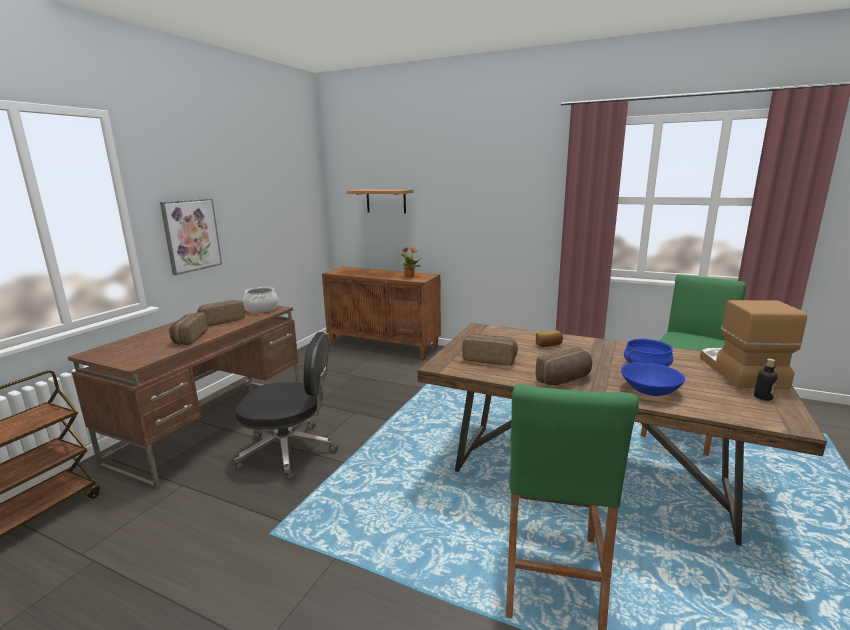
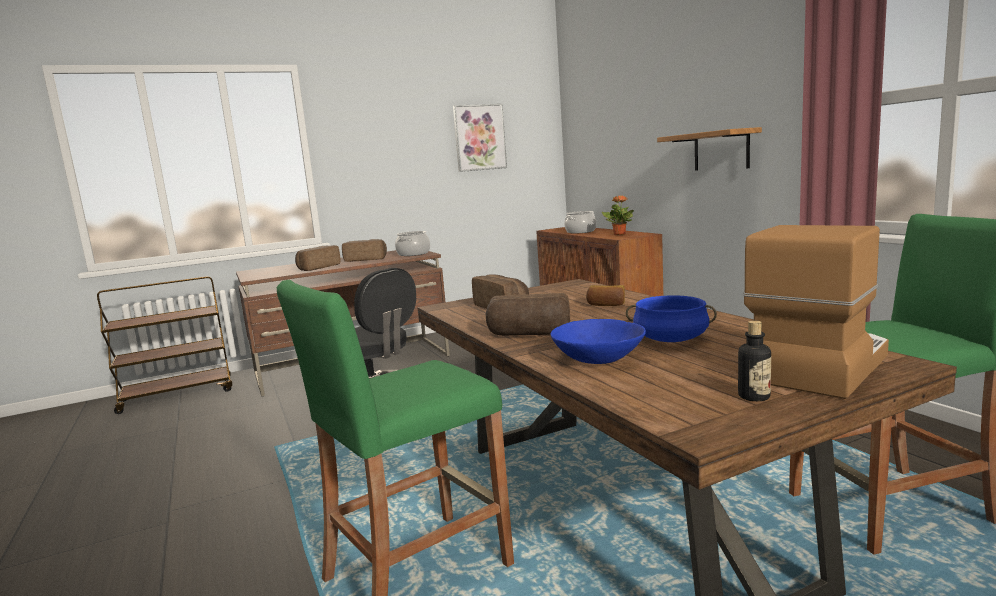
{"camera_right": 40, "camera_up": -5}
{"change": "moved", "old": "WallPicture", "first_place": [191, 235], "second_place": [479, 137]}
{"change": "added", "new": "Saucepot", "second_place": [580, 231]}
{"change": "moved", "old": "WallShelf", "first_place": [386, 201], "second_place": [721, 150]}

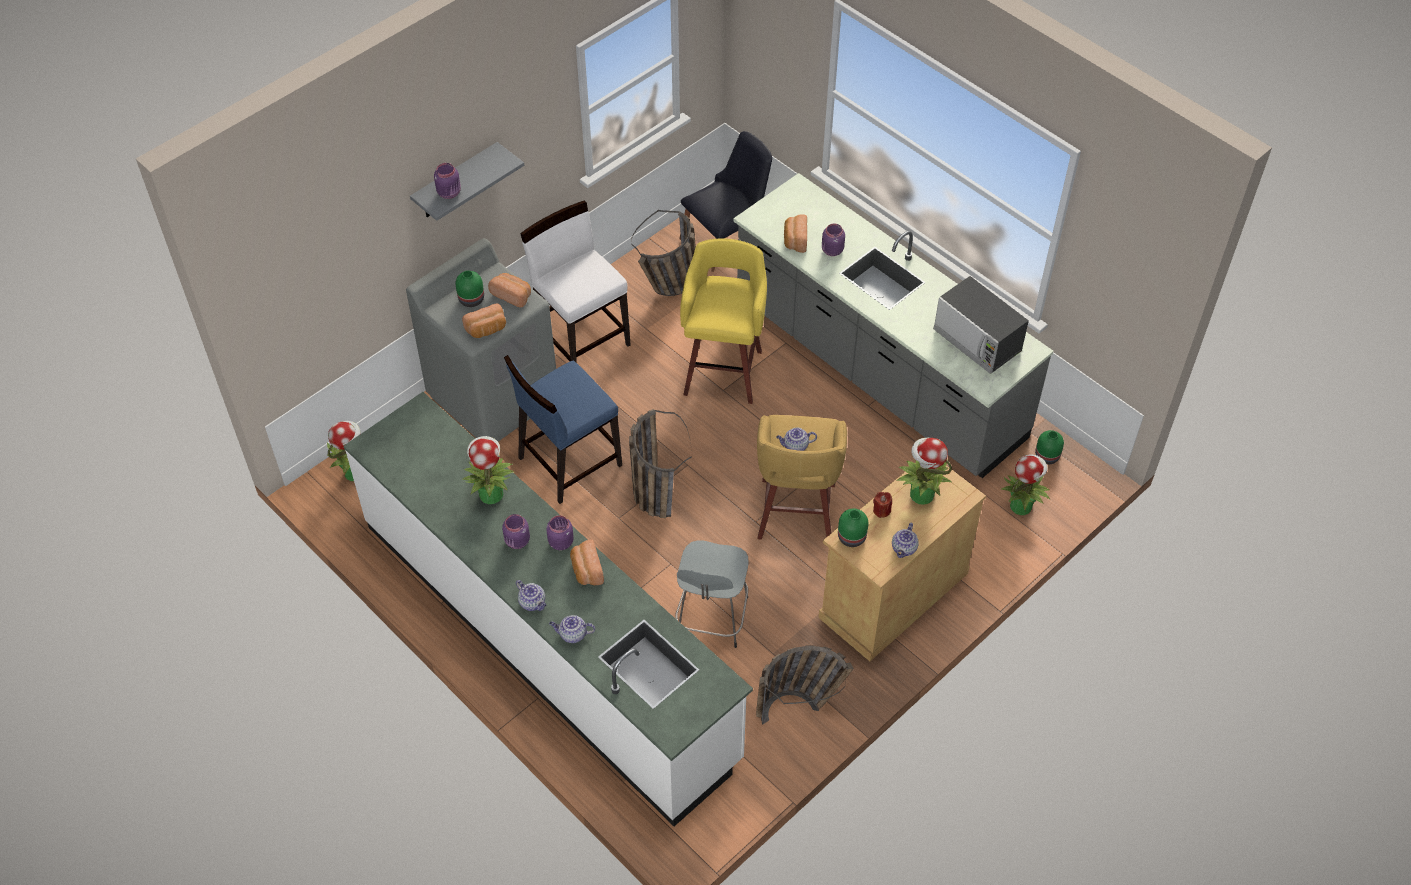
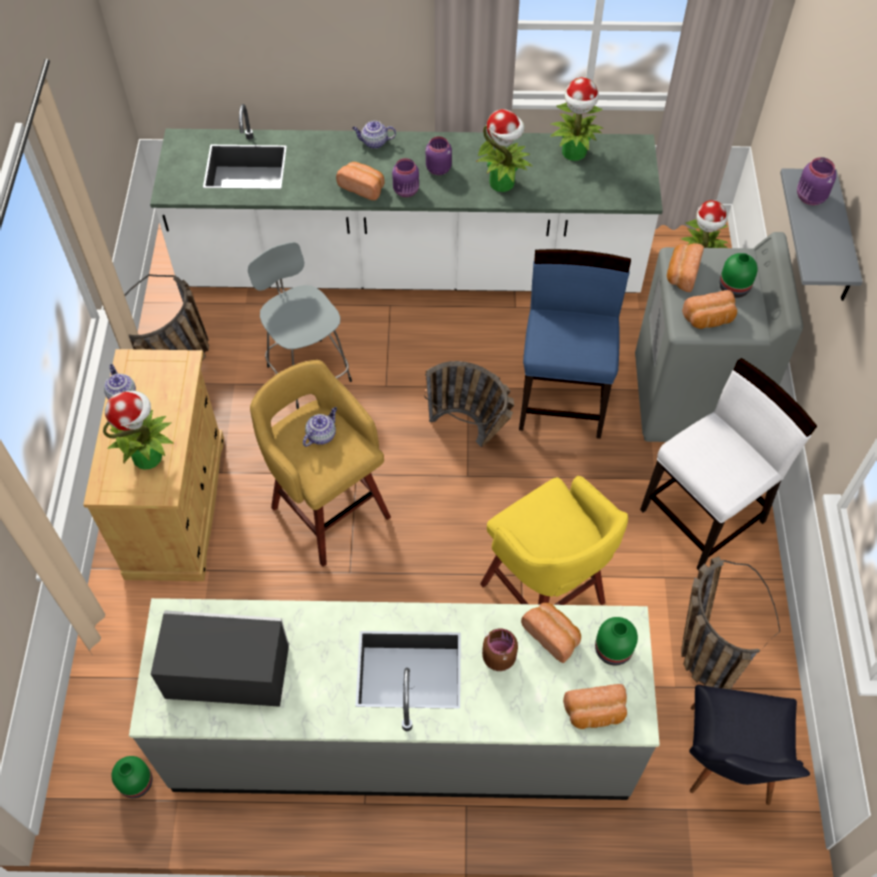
{"camera_right": 135, "camera_up": 5}
{"change": "recoloured", "old": "PurplePreserveJar", "new": "BrownColouredPreserveJar", "first_place": [831, 251], "second_place": [499, 657]}
{"change": "moved", "old": "PlantInAPot", "first_place": [1021, 505], "second_place": [574, 152]}
{"change": "added", "new": "BakedBread", "second_place": [595, 713]}
{"change": "moved", "old": "GreenDecorativeVase", "first_place": [852, 538], "second_place": [612, 649]}
{"change": "turned", "old": "WhiteColouredChair", "first_place": [582, 337], "second_place": [704, 515], "degrees": -45}
{"change": "removed", "old": "TeaPot", "first_place": [572, 635]}
{"change": "removed", "old": "RedColouredWaxCandle", "first_place": [881, 510]}

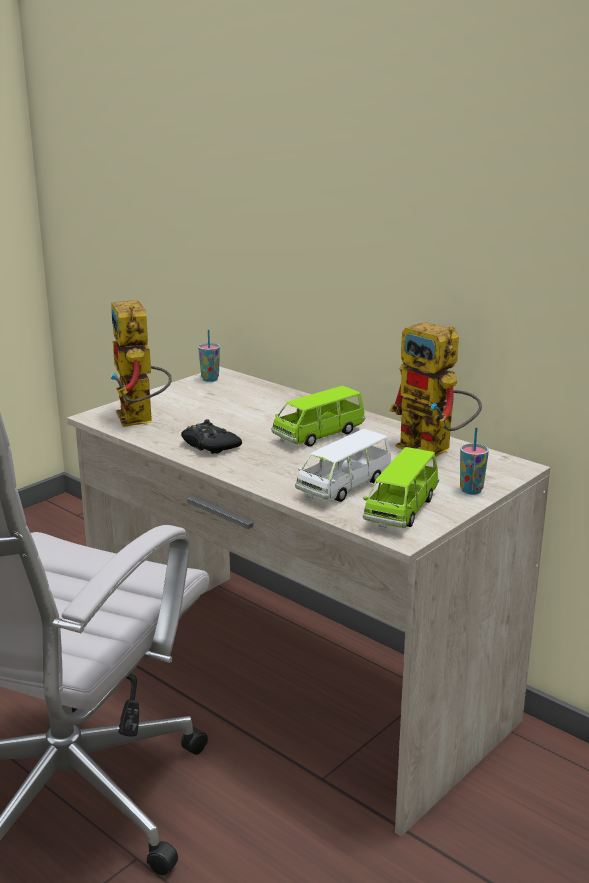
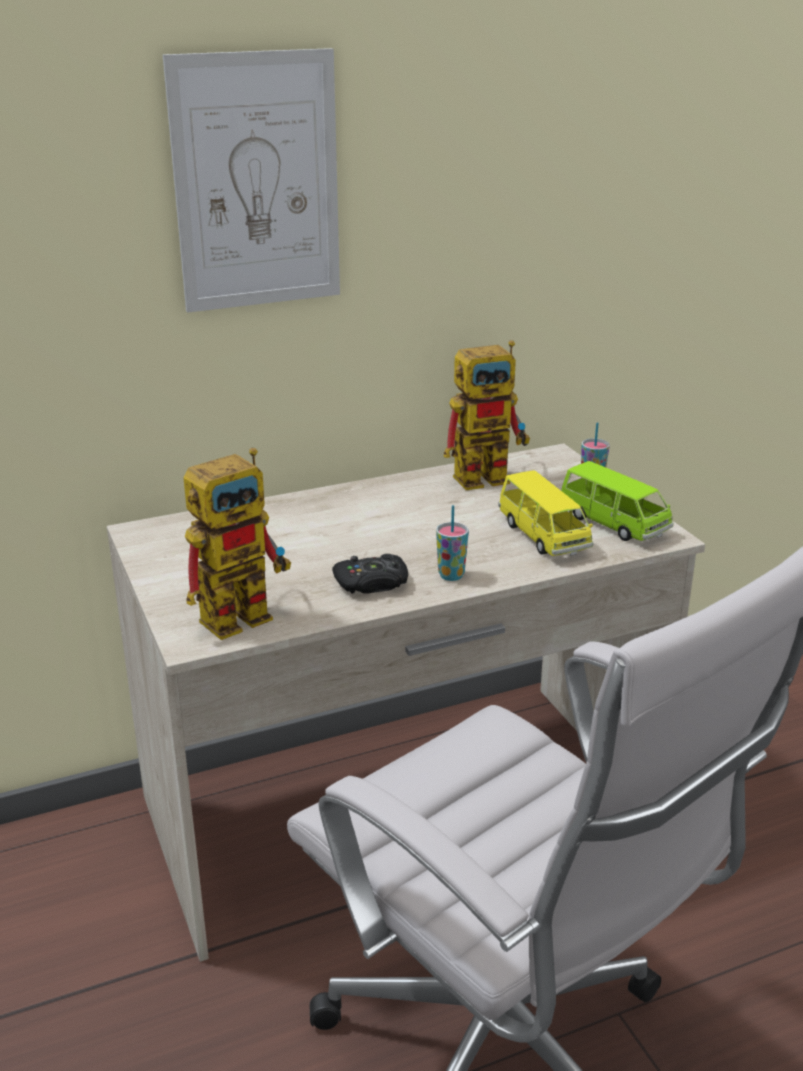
{"camera_right": -65, "camera_up": 5}
{"change": "added", "new": "WallPicture", "second_place": [257, 183]}
{"change": "turned", "old": "ToyRobot", "first_place": [141, 421], "second_place": [245, 612], "degrees": -45}
{"change": "moved", "old": "SmallCup", "first_place": [210, 379], "second_place": [451, 575]}
{"change": "recoloured", "old": "WhiteColouredToyCar", "new": "YellowishToyCar", "first_place": [344, 486], "second_place": [543, 536]}
{"change": "removed", "old": "GreenToyCar", "first_place": [318, 435]}

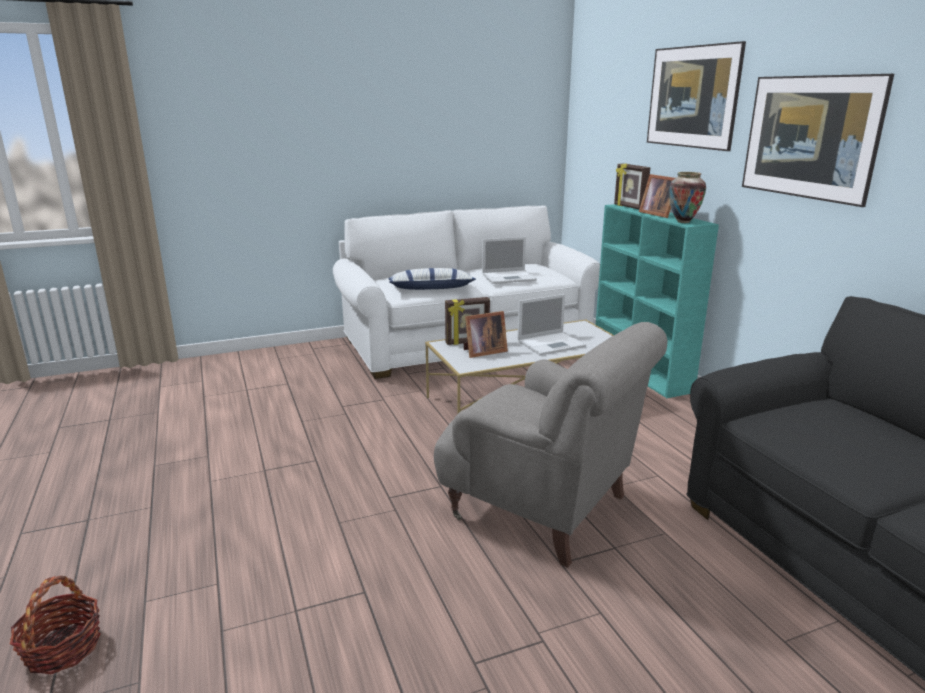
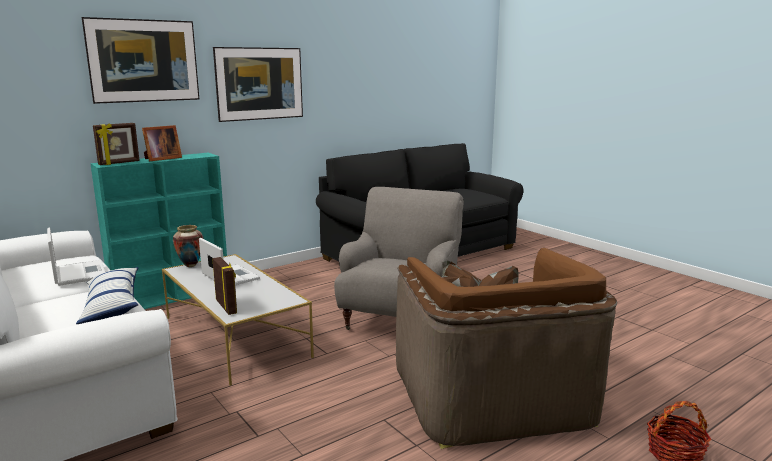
{"camera_right": -105, "camera_up": -5}
{"change": "moved", "old": "DecorativeVase", "first_place": [683, 222], "second_place": [190, 265]}
{"change": "added", "new": "BrownColouredArmchair", "second_place": [492, 396]}
{"change": "removed", "old": "PictureFrame", "first_place": [483, 352]}

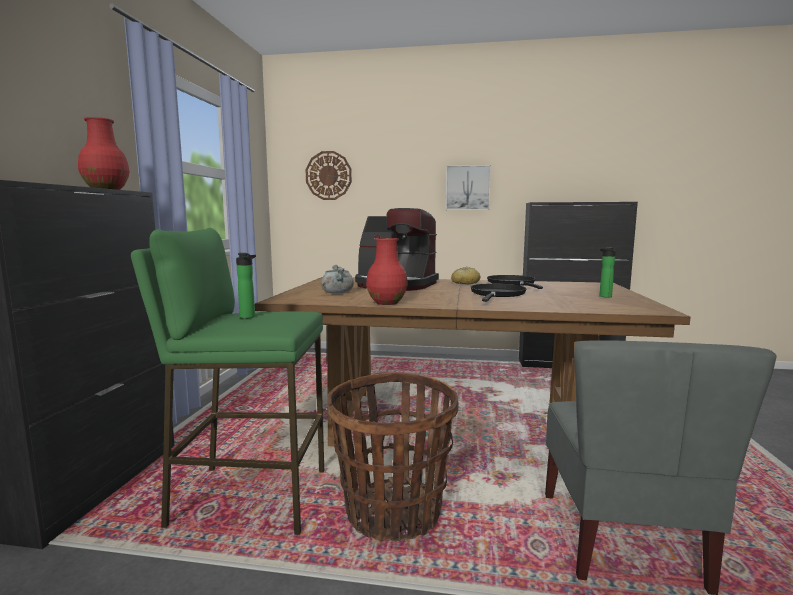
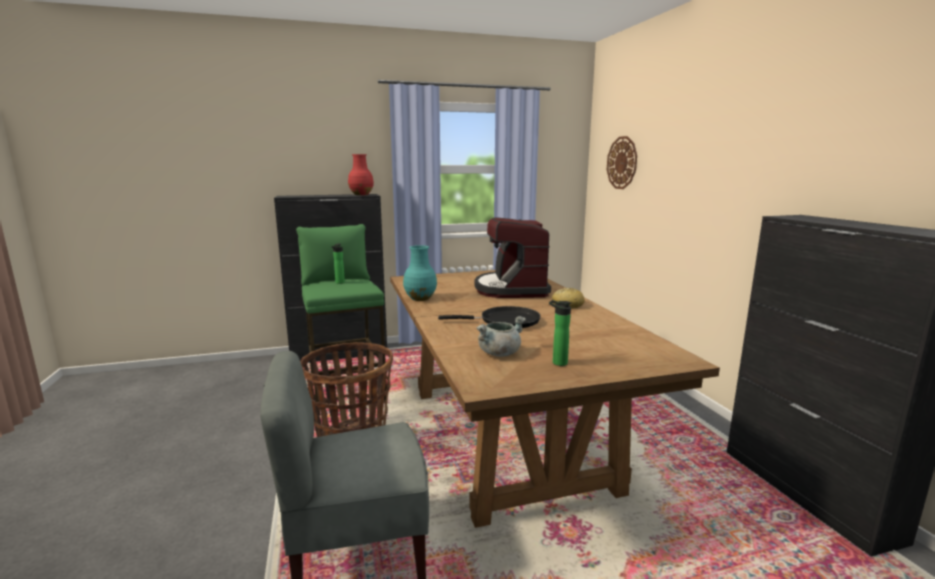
{"camera_right": 65, "camera_up": 5}
{"change": "recoloured", "old": "RedColouredDecorativeVase", "new": "TurquoiseColouredDecorativeVase", "first_place": [386, 303], "second_place": [420, 298]}
{"change": "moved", "old": "GraySaucepot", "first_place": [337, 293], "second_place": [499, 353]}
{"change": "removed", "old": "WallPicture", "first_place": [467, 188]}
{"change": "removed", "old": "BlackColouredPan", "first_place": [512, 284]}

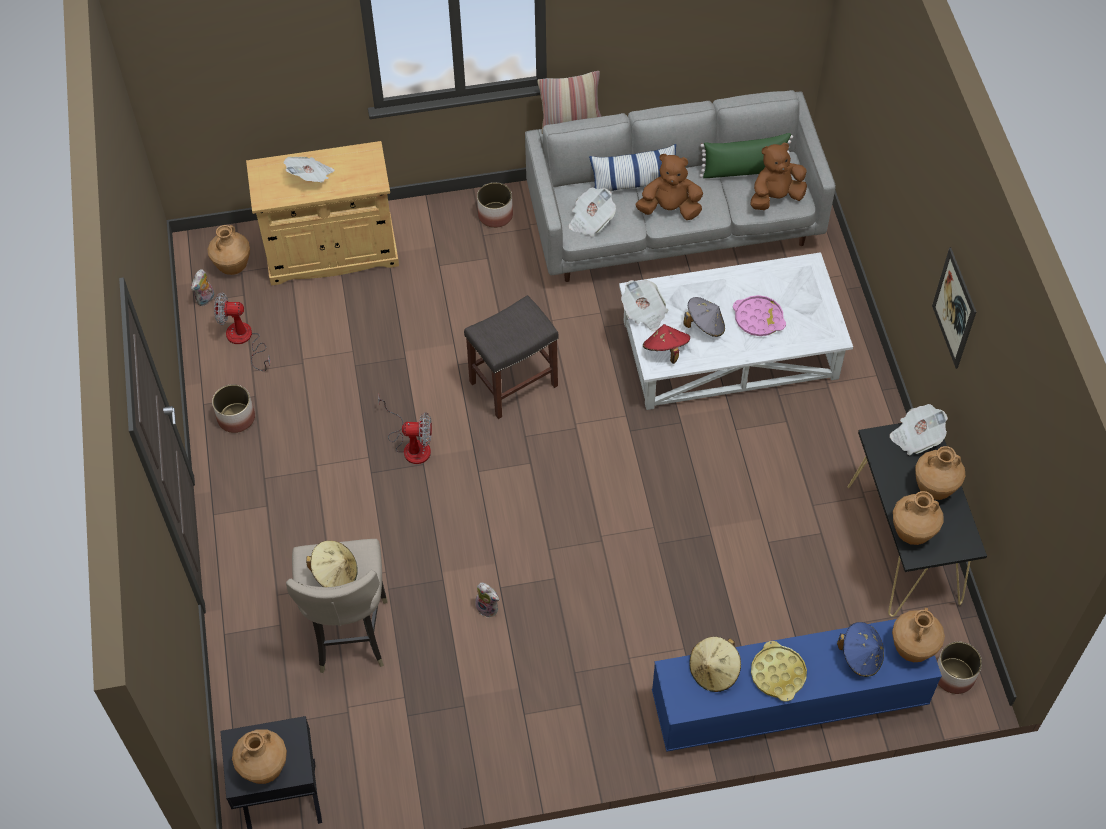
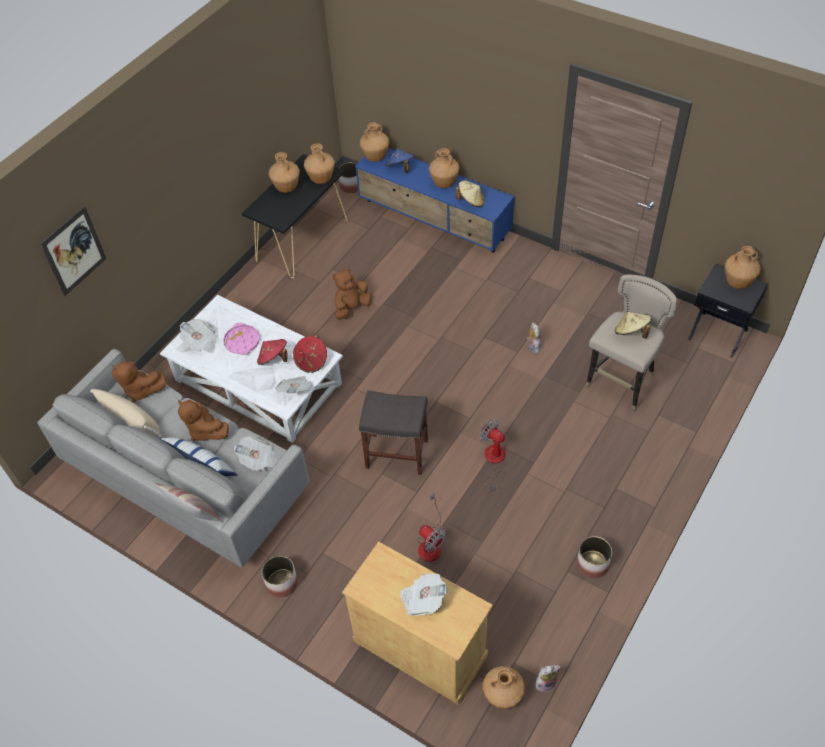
{"camera_right": -135, "camera_up": -5}
{"change": "moved", "old": "WallPicture", "first_place": [954, 308], "second_place": [73, 251]}
{"change": "recoloured", "old": "GreenPillow", "new": "SandColouredPillow", "first_place": [744, 170], "second_place": [131, 421]}
{"change": "moved", "old": "Newspaper", "first_place": [916, 437], "second_place": [201, 343]}
{"change": "recoloured", "old": "GrayHat", "new": "RedColouredHat", "first_place": [705, 325], "second_place": [273, 359]}
{"change": "added", "new": "BrownColouredPlushToy", "second_place": [351, 308]}
{"change": "moved", "old": "ElectricFan", "first_place": [244, 340], "second_place": [430, 543]}
{"change": "replaced", "old": "YellowishServingTray", "new": "BrownColouredDecorativeVase", "first_place": [778, 674], "second_place": [444, 184]}

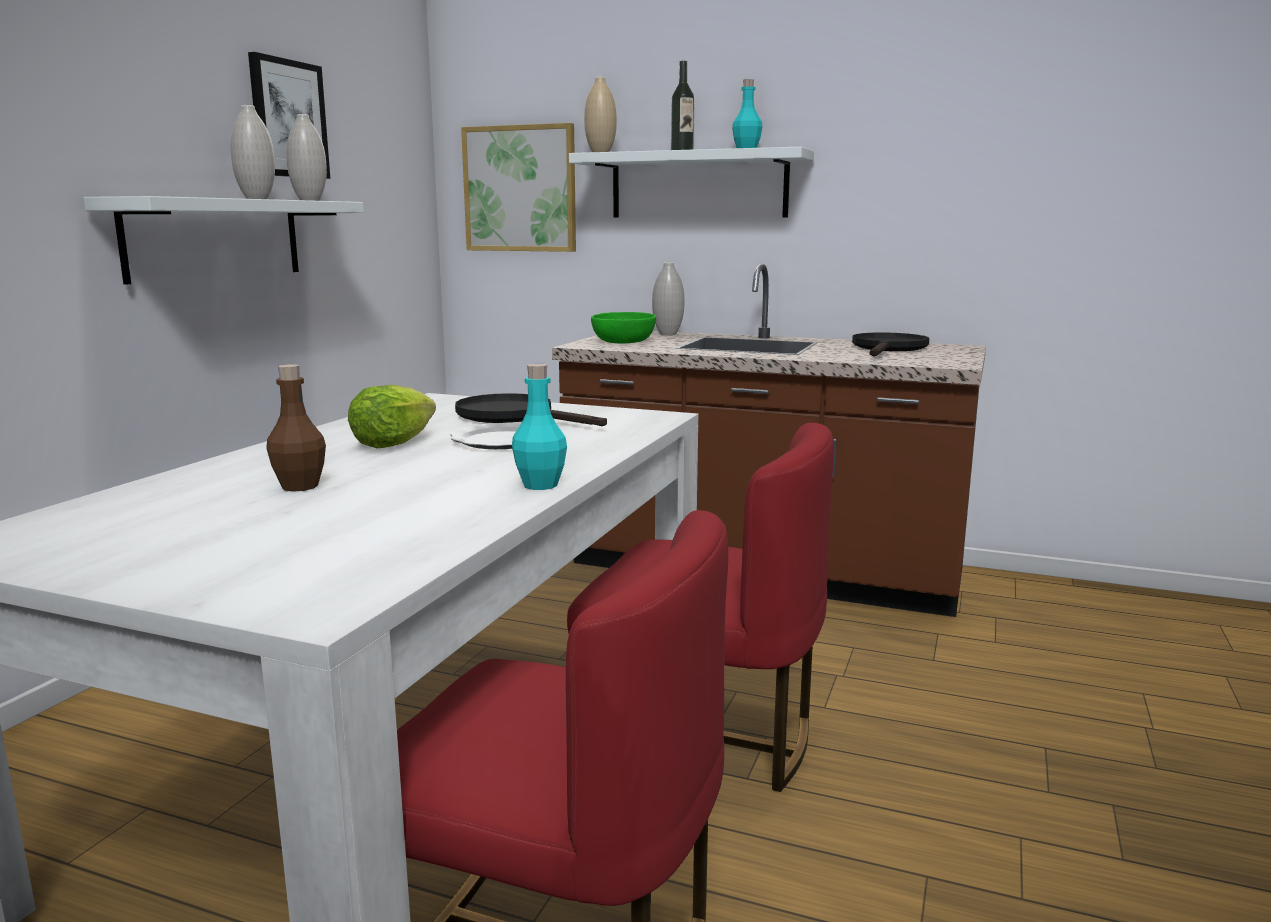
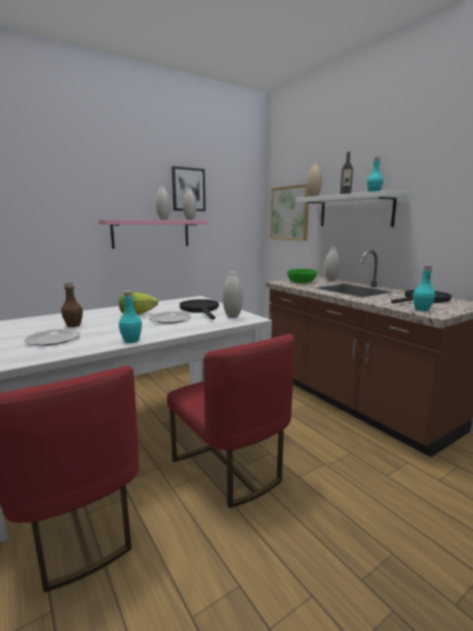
{"camera_right": 35, "camera_up": 0}
{"change": "added", "new": "DinnerPlate", "second_place": [54, 339]}
{"change": "recoloured", "old": "WhiteColouredWallShelf", "new": "PinkColouredWallShelf", "first_place": [215, 239], "second_place": [151, 233]}
{"change": "added", "new": "WhiteColouredDecorativeVase", "second_place": [232, 317]}
{"change": "added", "new": "TurquoiseColouredBeverageBottle", "second_place": [422, 309]}

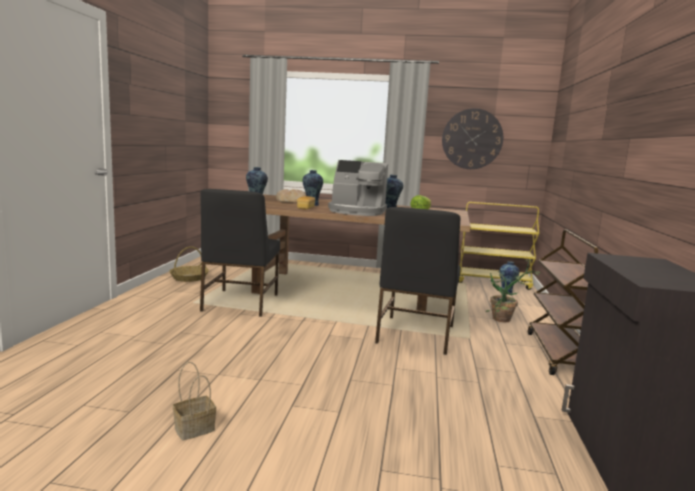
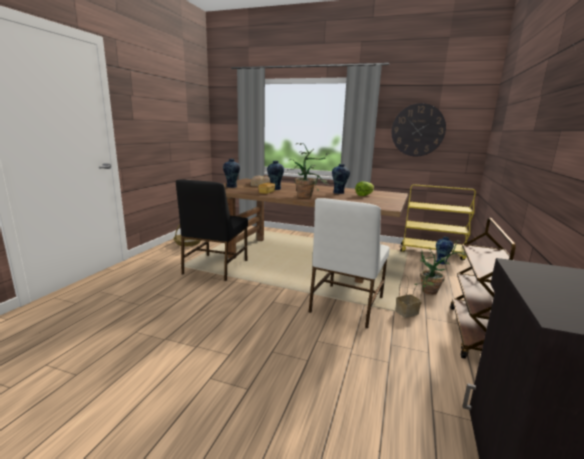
{"camera_right": 10, "camera_up": 5}
{"change": "replaced", "old": "CoffeeMaker", "new": "PlantInAPot", "first_place": [357, 211], "second_place": [307, 196]}
{"change": "recoloured", "old": "BlackColouredChair", "new": "WhiteColouredChair", "first_place": [414, 335], "second_place": [345, 305]}
{"change": "moved", "old": "StorageBasket", "first_place": [193, 430], "second_place": [406, 312]}

